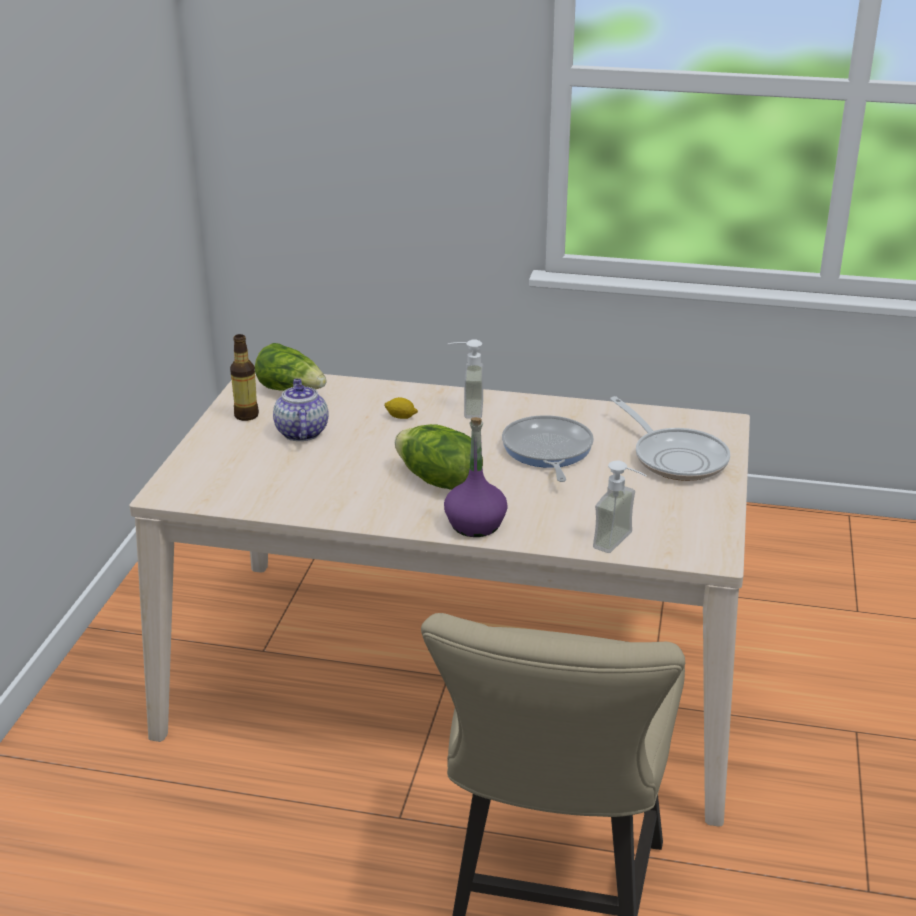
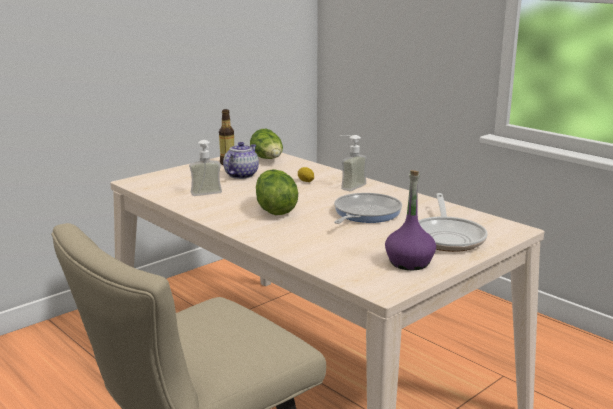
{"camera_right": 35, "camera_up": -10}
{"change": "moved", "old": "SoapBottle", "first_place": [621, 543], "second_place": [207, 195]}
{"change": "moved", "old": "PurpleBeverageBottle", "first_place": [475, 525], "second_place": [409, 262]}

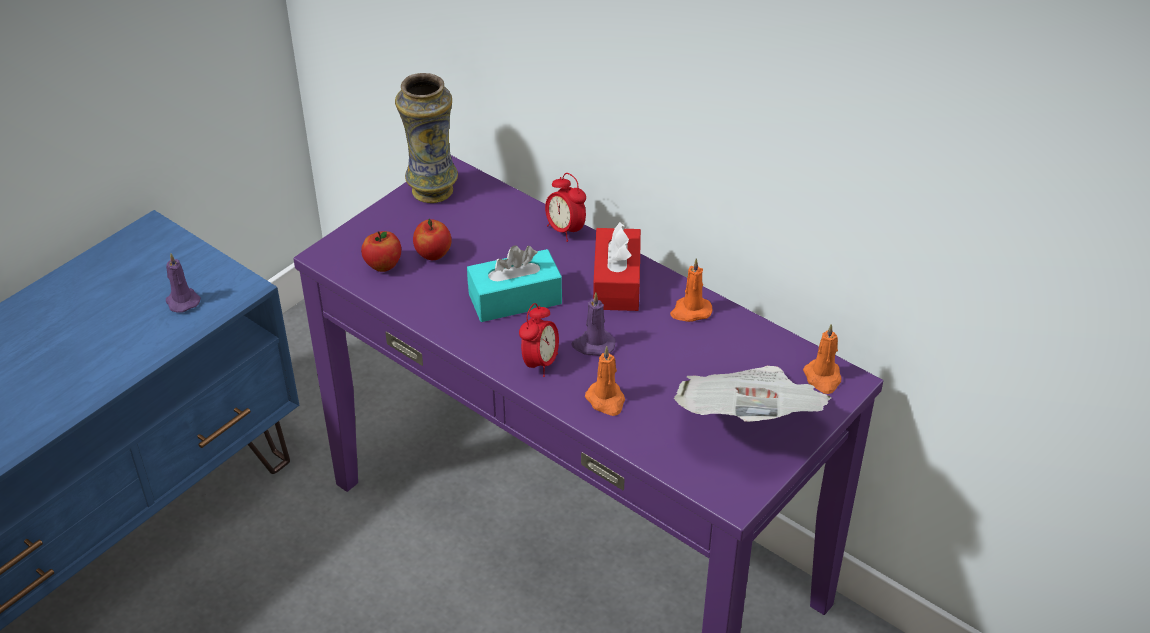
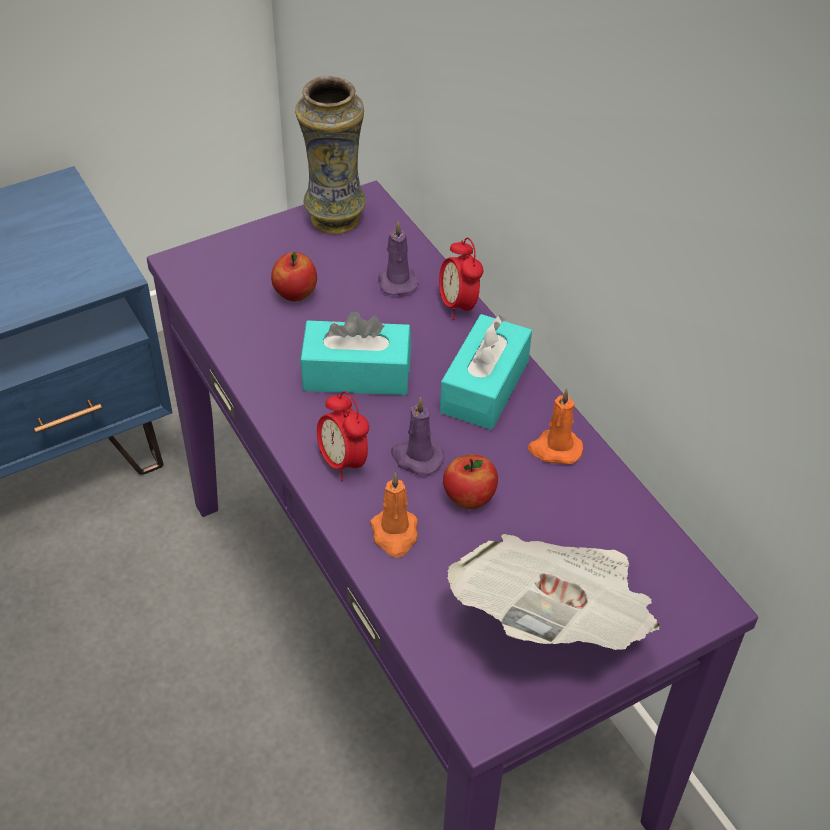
{"camera_right": 20, "camera_up": 5}
{"change": "turned", "old": "BedsideClock", "first_place": [540, 363], "second_place": [343, 462], "degrees": 105}
{"change": "moved", "old": "PurpleWaxCandle", "first_place": [182, 300], "second_place": [397, 281]}
{"change": "recoloured", "old": "RedColouredBoxOfTissues", "new": "TurquoiseColouredBoxOfTissues", "first_place": [616, 282], "second_place": [485, 386]}
{"change": "moved", "old": "WholeApple", "first_place": [383, 266], "second_place": [469, 498]}
{"change": "removed", "old": "OrangeyWaxCandle", "first_place": [823, 378]}

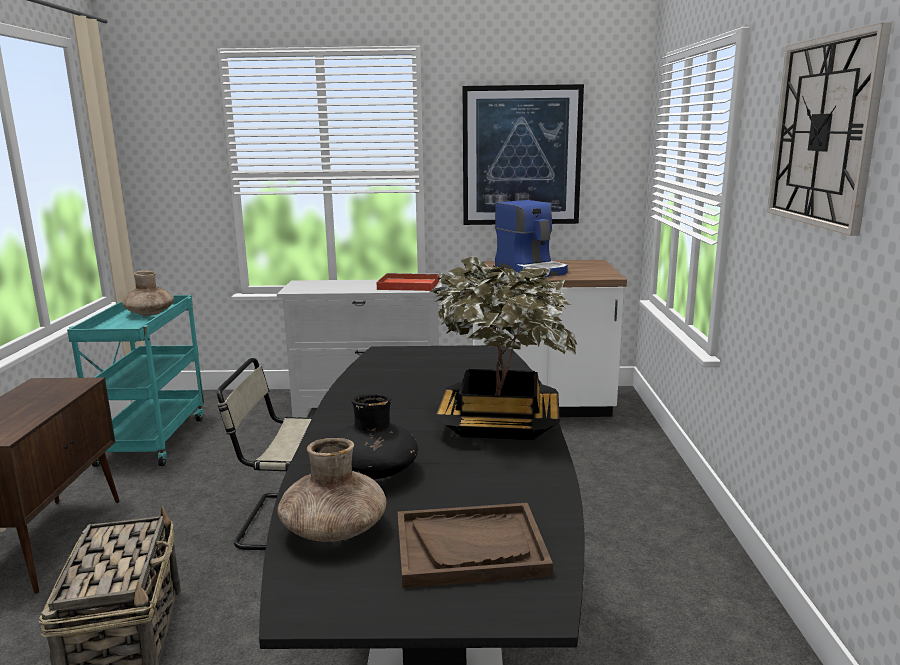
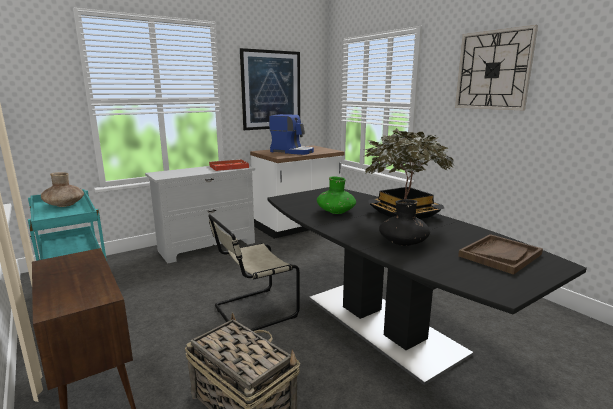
{"camera_right": -35, "camera_up": 0}
{"change": "added", "new": "GreenDecorativeVase", "second_place": [336, 211]}
{"change": "removed", "old": "BrownColouredDecorativeVase", "first_place": [334, 530]}

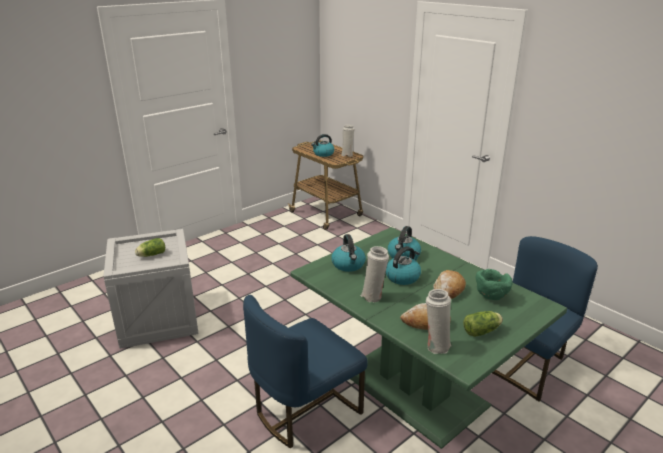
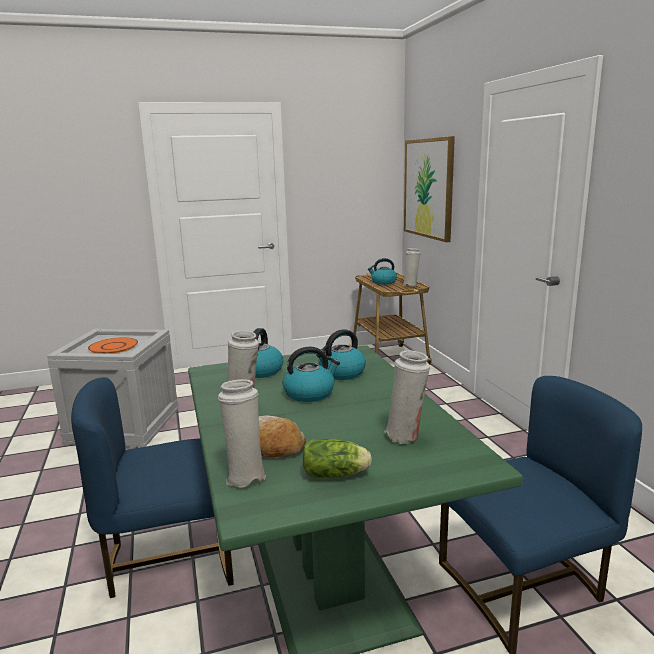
{"camera_right": 25, "camera_up": -10}
{"change": "replaced", "old": "LettuceHead", "new": "OrangeyDinnerPlate", "first_place": [151, 255], "second_place": [113, 347]}
{"change": "replaced", "old": "GreenBowl", "new": "WhiteColouredDecorativeVase", "first_place": [491, 296], "second_place": [406, 436]}
{"change": "added", "new": "WallPicture", "second_place": [428, 188]}
{"change": "removed", "old": "BakedBread", "first_place": [448, 290]}

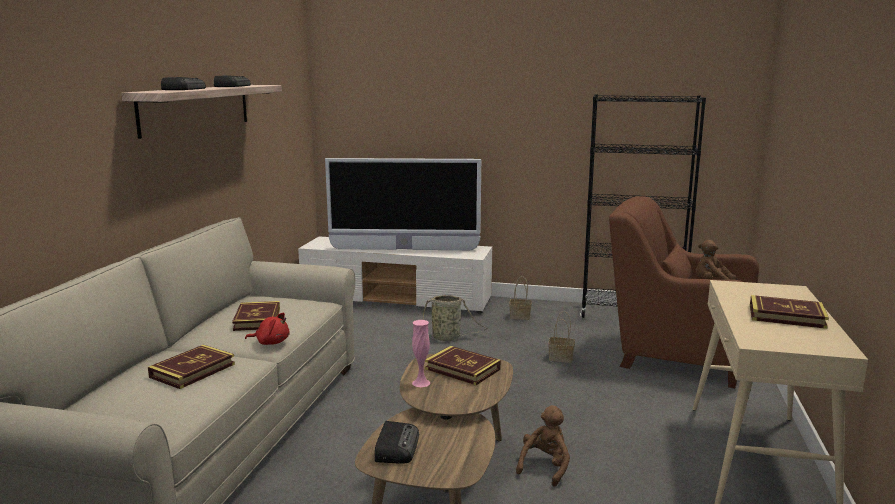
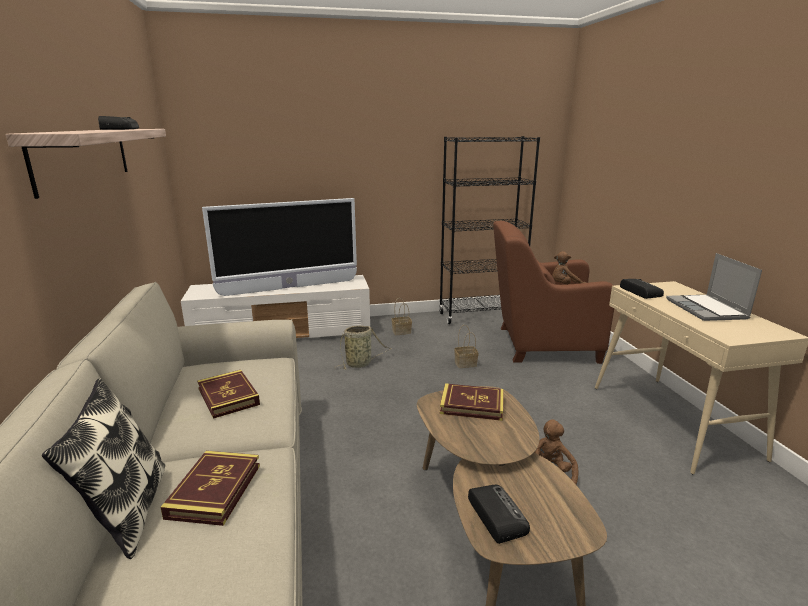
{"camera_right": -25, "camera_up": 5}
{"change": "added", "new": "Pillow", "second_place": [126, 512]}
{"change": "moved", "old": "Radio", "first_place": [184, 89], "second_place": [640, 292]}
{"change": "replaced", "old": "BoundBook", "new": "NotebookComputer", "first_place": [786, 316], "second_place": [707, 309]}
{"change": "removed", "old": "RedColouredPlushToy", "first_place": [271, 342]}
{"change": "removed", "old": "PinkColouredDecorativeVase", "first_place": [421, 383]}

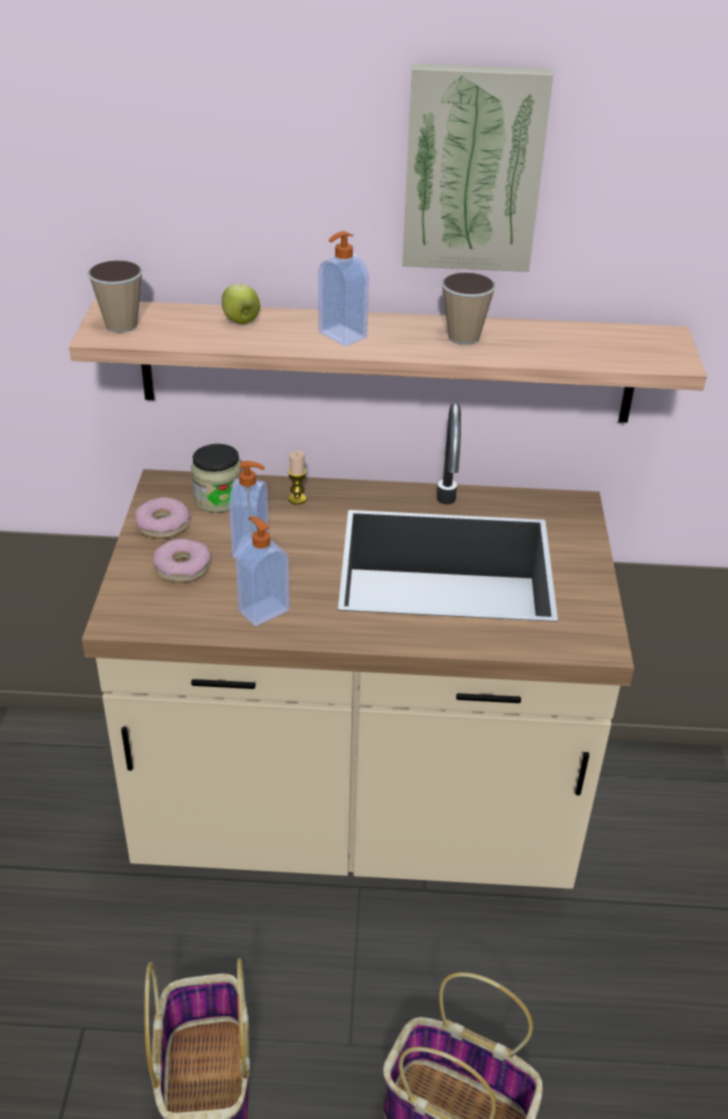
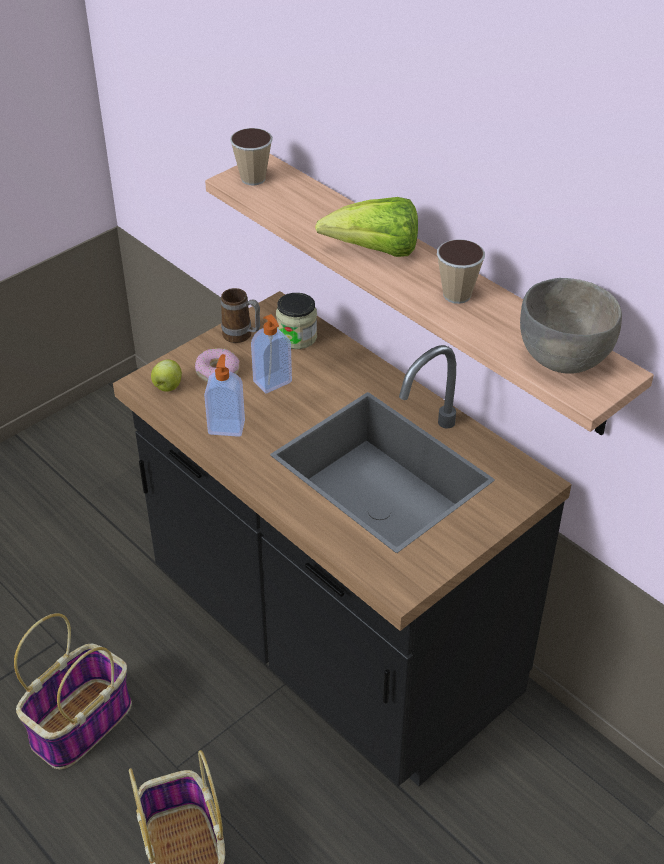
{"camera_right": 45, "camera_up": 5}
{"change": "recoloured", "old": "SandColouredKitchenCounter", "new": "BlackColouredKitchenCounter", "first_place": [355, 819], "second_place": [331, 639]}
{"change": "moved", "old": "WholeApple", "first_place": [241, 321], "second_place": [167, 387]}
{"change": "replaced", "old": "Donut", "new": "Mug", "first_place": [163, 525], "second_place": [242, 336]}
{"change": "replaced", "old": "SoapBottle", "new": "LettuceHead", "first_place": [341, 335], "second_place": [375, 252]}
{"change": "added", "new": "GrayBowl", "second_place": [563, 360]}
{"change": "removed", "old": "WaxCandle", "first_place": [297, 499]}
{"change": "removed", "old": "WallPicture", "first_place": [473, 168]}

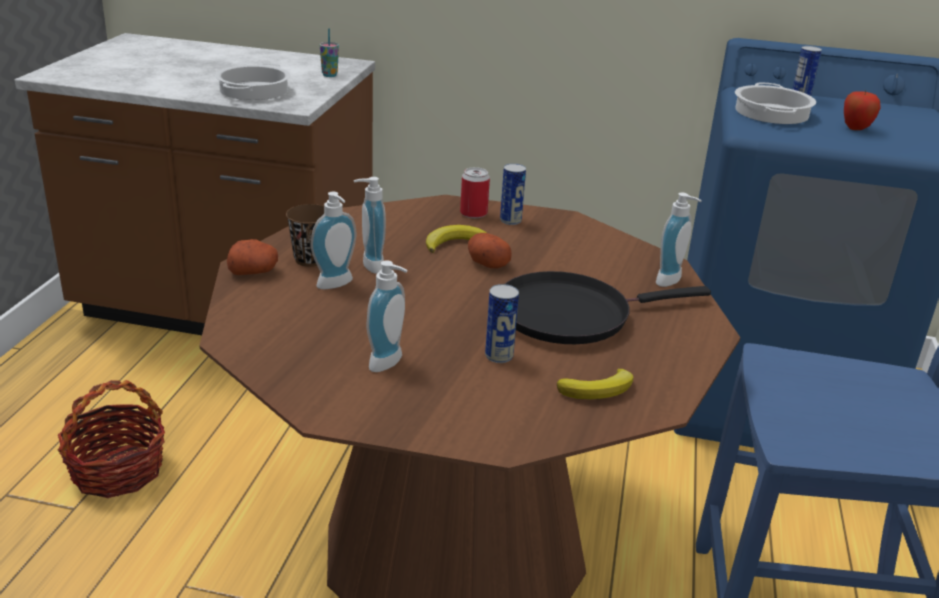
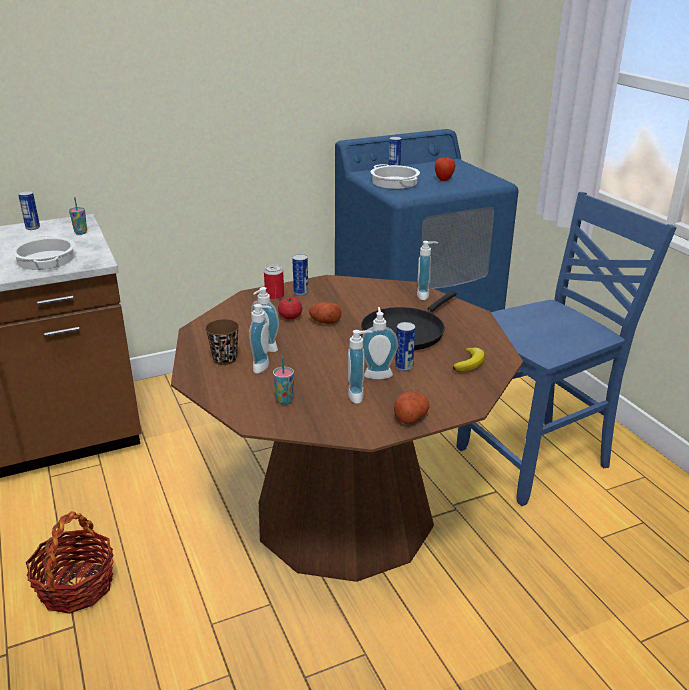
{"camera_right": -35, "camera_up": 0}
{"change": "added", "new": "MetalCan", "second_place": [33, 228]}
{"change": "added", "new": "SmallCup", "second_place": [284, 400]}
{"change": "replaced", "old": "WholeBanana", "new": "Tomato", "first_place": [454, 243], "second_place": [290, 317]}
{"change": "added", "new": "SoapBottle", "second_place": [378, 374]}
{"change": "moved", "old": "Potato", "first_place": [254, 271], "second_place": [410, 416]}

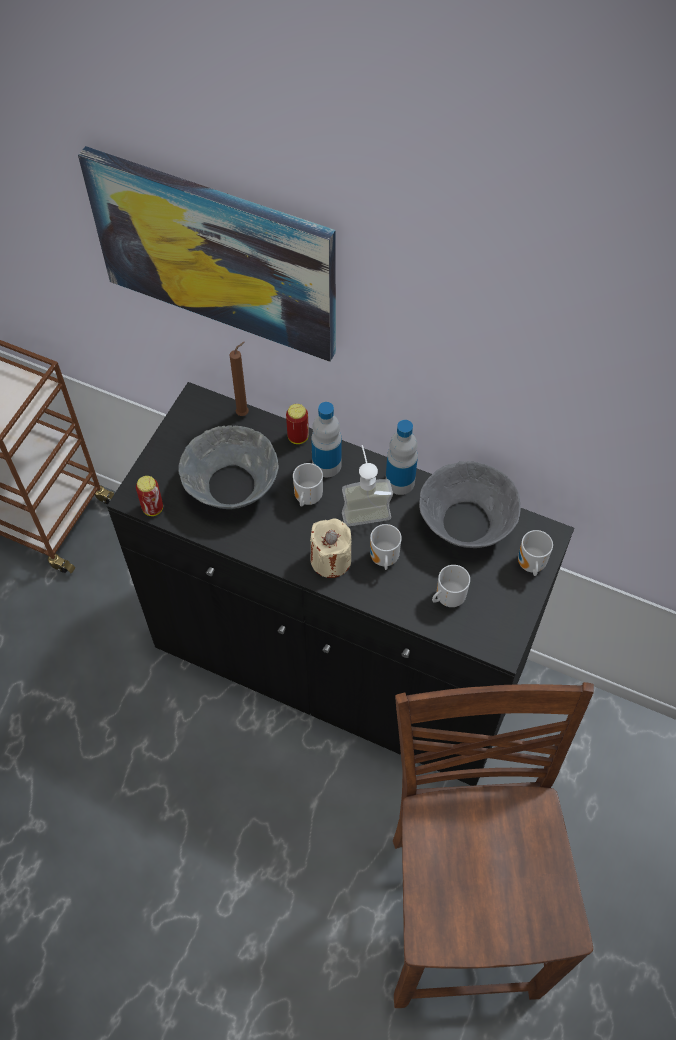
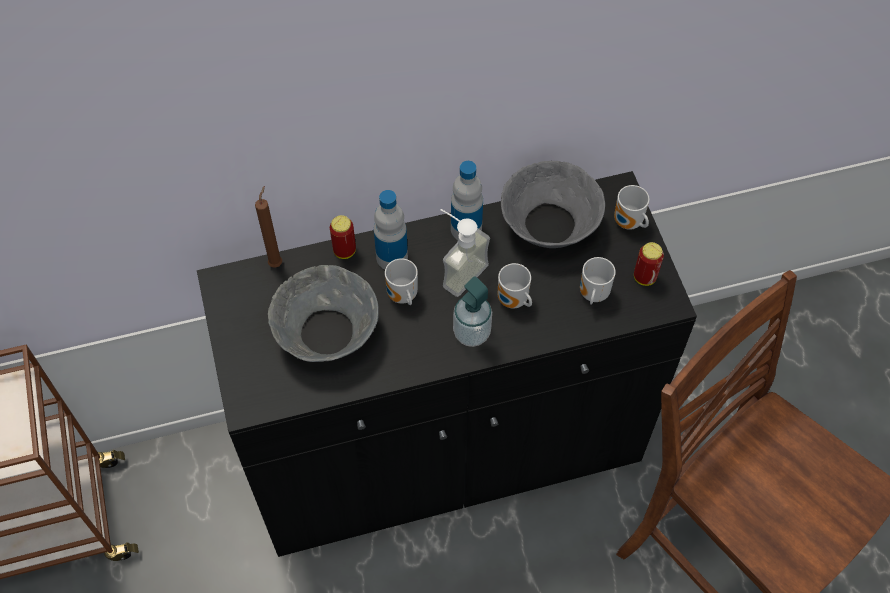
{"camera_right": -40, "camera_up": 0}
{"change": "replaced", "old": "SandColouredWaxCandle", "new": "SoapBottle", "first_place": [330, 560], "second_place": [472, 333]}
{"change": "moved", "old": "MetalCan", "first_place": [153, 508], "second_place": [644, 277]}
{"change": "removed", "old": "WallPicture", "first_place": [216, 253]}

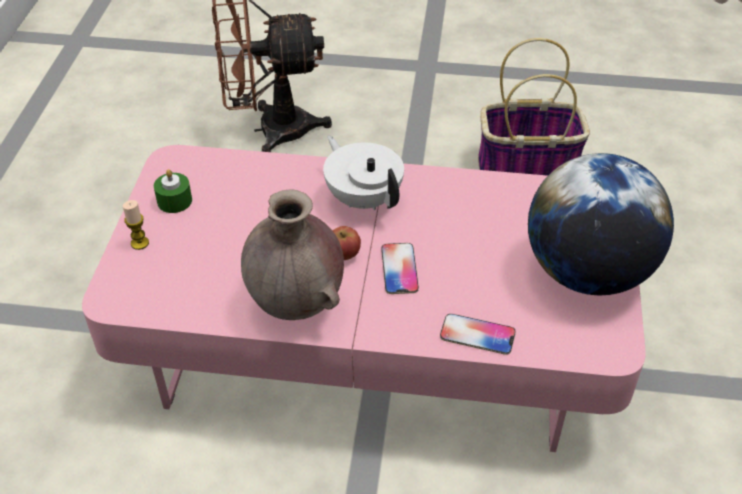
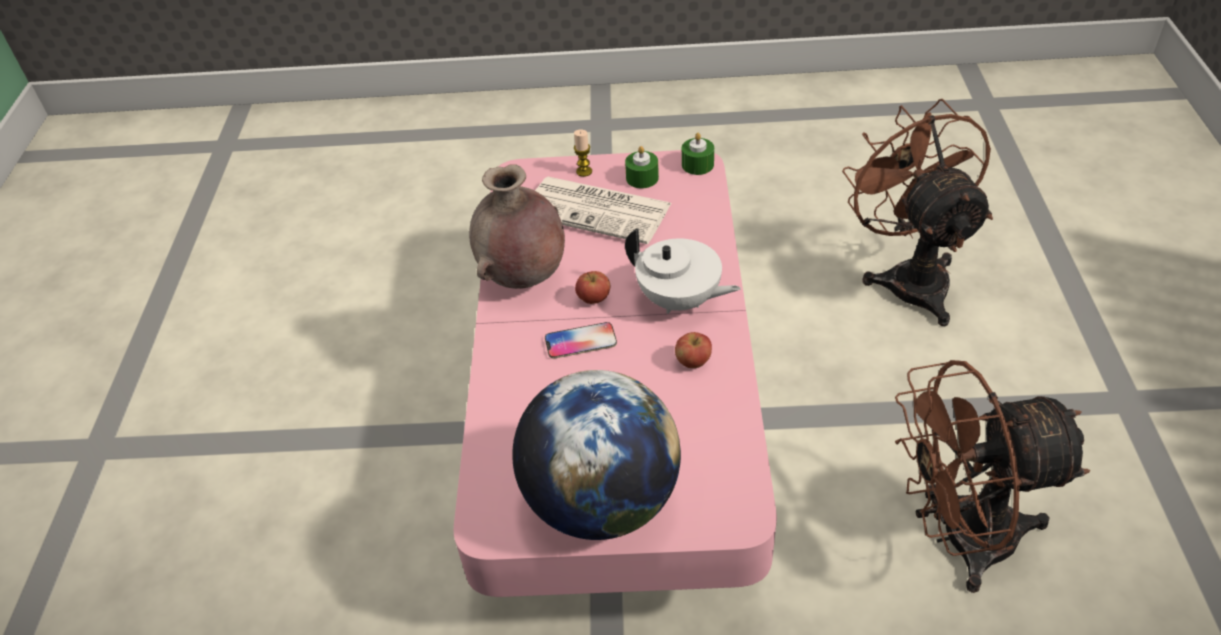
{"camera_right": 85, "camera_up": 0}
{"change": "added", "new": "Newspaper", "second_place": [599, 210]}
{"change": "turned", "old": "WhiteColouredTeaPot", "first_place": [363, 198], "second_place": [679, 300], "degrees": 75}
{"change": "added", "new": "WholeApple", "second_place": [693, 361]}
{"change": "added", "new": "GreenWaxCandle", "second_place": [697, 165]}
{"change": "replaced", "old": "StorageBasket", "new": "BrownColouredElectricFan", "first_place": [528, 166], "second_place": [959, 538]}
{"change": "removed", "old": "Telephone", "first_place": [477, 335]}

